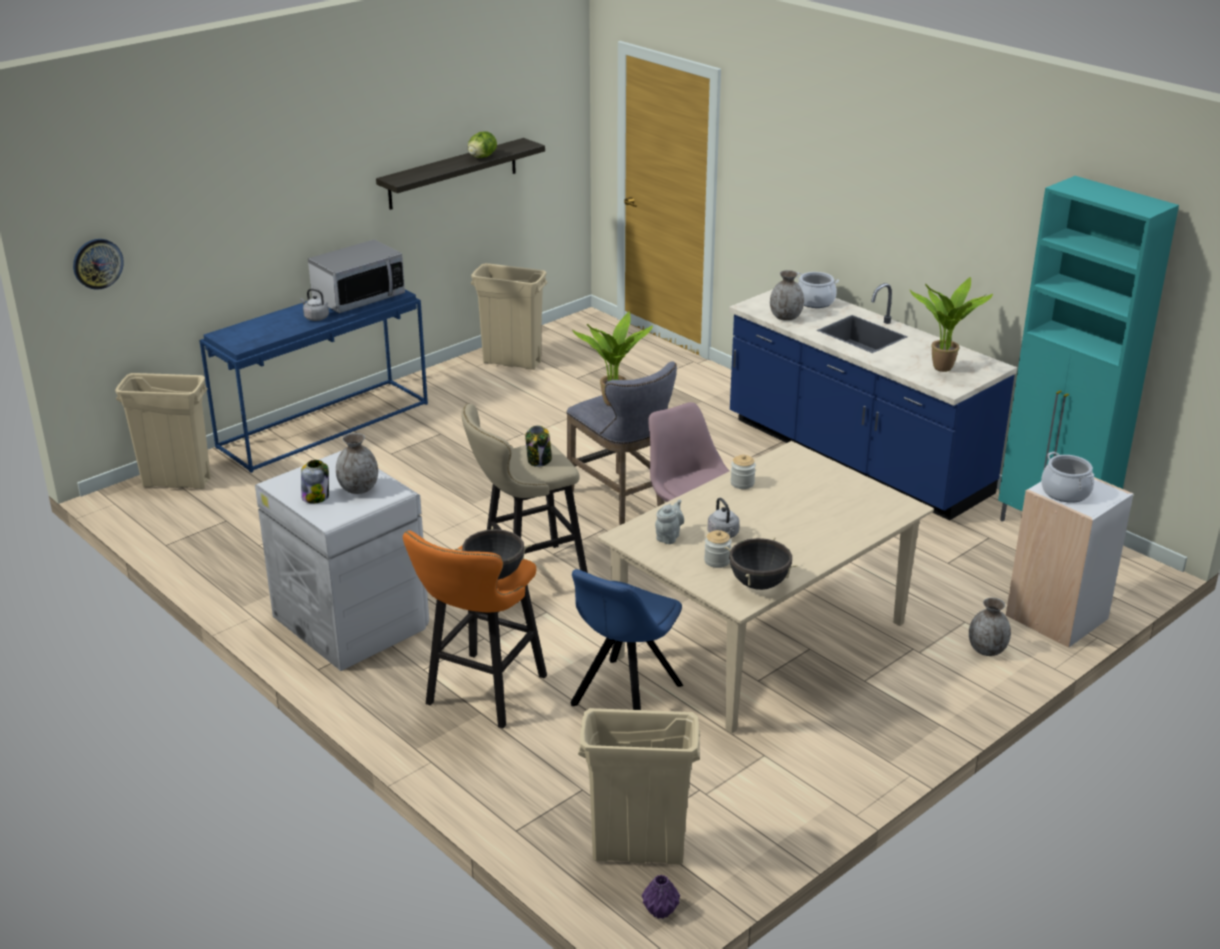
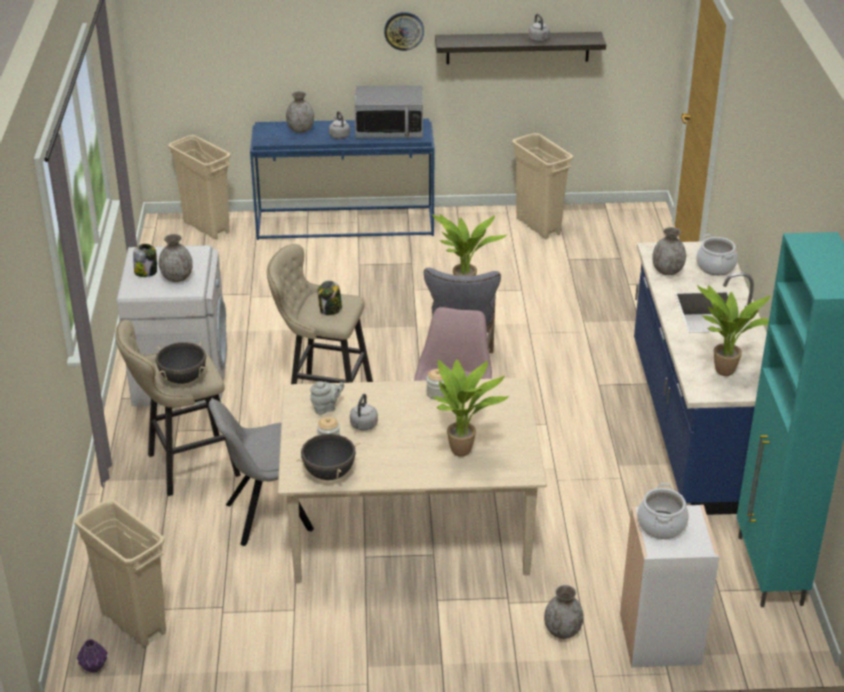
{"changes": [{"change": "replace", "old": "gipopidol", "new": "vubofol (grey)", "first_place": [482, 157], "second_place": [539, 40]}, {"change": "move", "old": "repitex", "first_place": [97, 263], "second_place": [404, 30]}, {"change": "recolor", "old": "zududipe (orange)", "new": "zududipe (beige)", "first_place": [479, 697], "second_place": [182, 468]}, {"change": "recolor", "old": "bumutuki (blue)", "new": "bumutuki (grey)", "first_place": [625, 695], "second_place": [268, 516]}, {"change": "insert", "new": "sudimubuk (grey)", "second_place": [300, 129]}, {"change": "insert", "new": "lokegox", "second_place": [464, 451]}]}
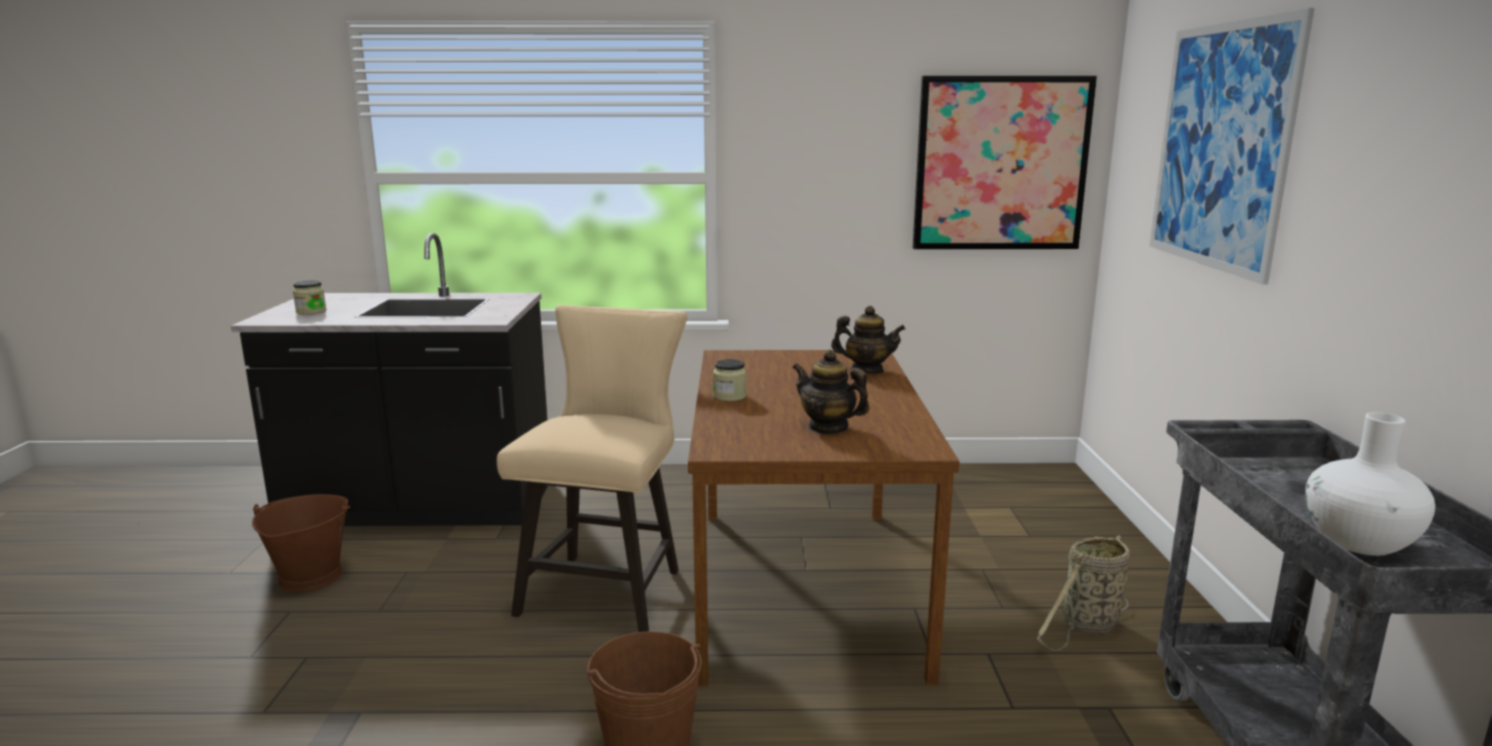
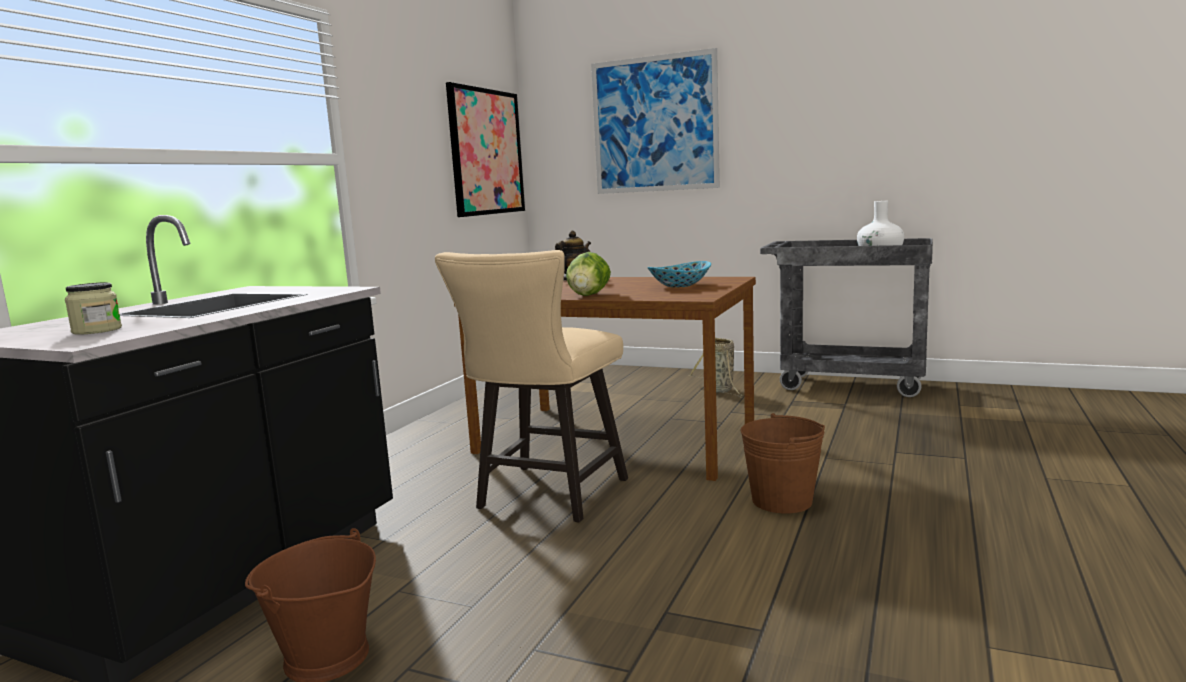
{"changes": [{"change": "rotate", "old": "bumutuki (beige)", "first_place": [607, 587], "second_place": [546, 497], "degrees": -105}, {"change": "replace", "old": "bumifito", "new": "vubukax", "first_place": [828, 428], "second_place": [680, 286]}, {"change": "replace", "old": "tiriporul", "new": "gipopidol", "first_place": [729, 396], "second_place": [588, 295]}]}
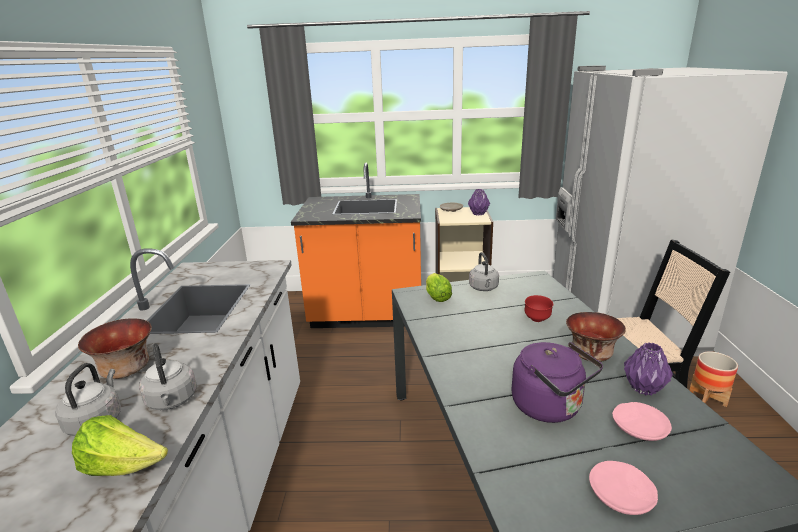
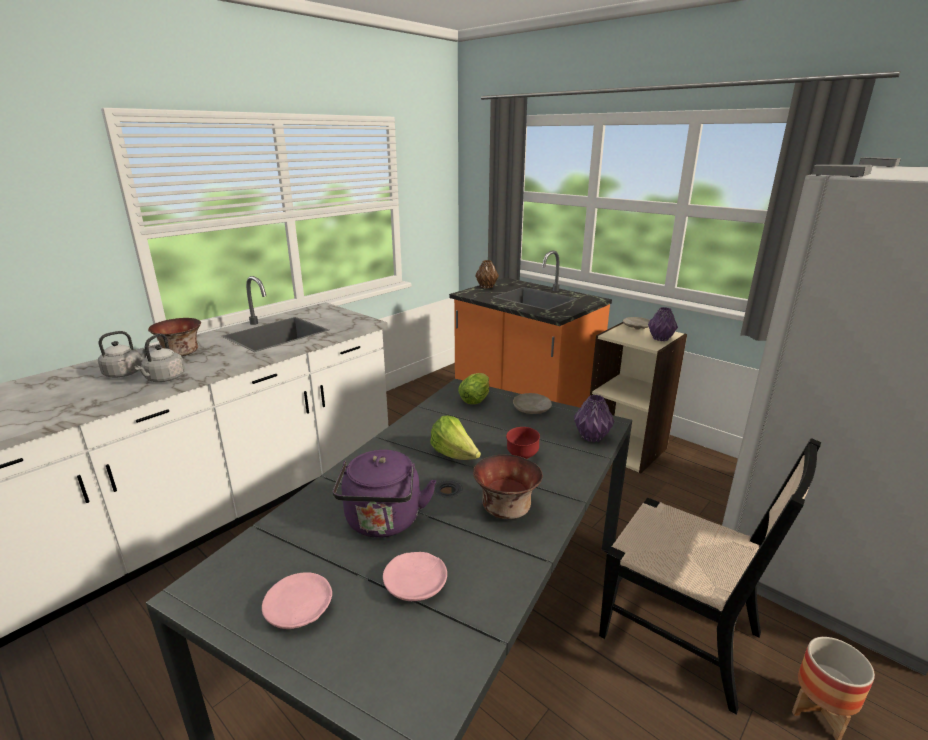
{"changes": [{"change": "replace", "old": "vubofol (grey)", "new": "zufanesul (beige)", "first_place": [484, 288], "second_place": [532, 409]}, {"change": "move", "old": "sudimubuk (purple)", "first_place": [644, 388], "second_place": [592, 437]}, {"change": "move", "old": "gipopidol", "first_place": [124, 467], "second_place": [455, 455]}, {"change": "insert", "new": "sudimubuk (brown)", "second_place": [487, 287]}]}
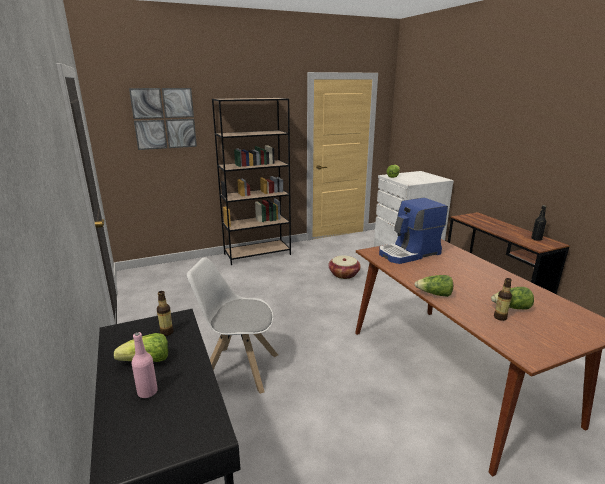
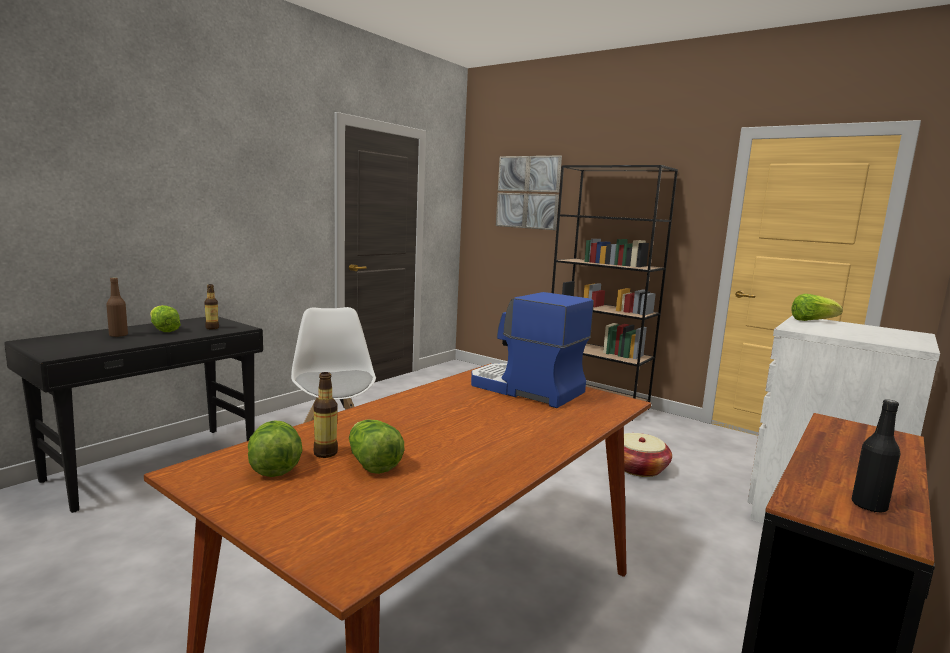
{"changes": [{"change": "move", "old": "gipopidol", "first_place": [434, 294], "second_place": [274, 465]}, {"change": "recolor", "old": "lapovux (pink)", "new": "lapovux (brown)", "first_place": [147, 392], "second_place": [118, 335]}]}
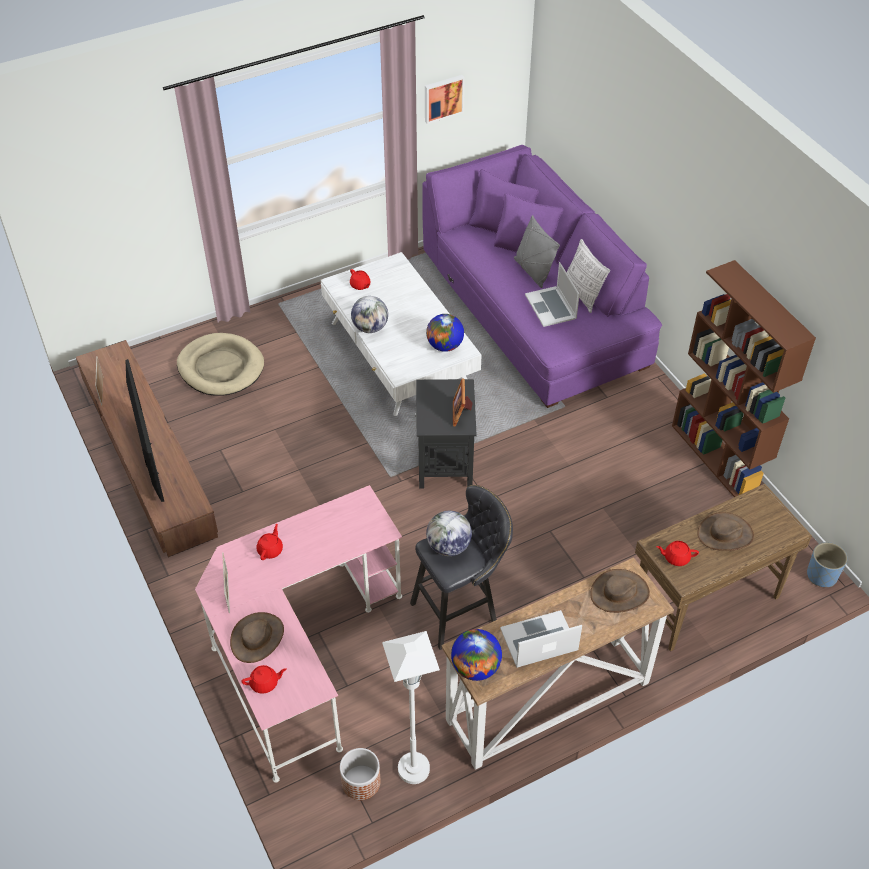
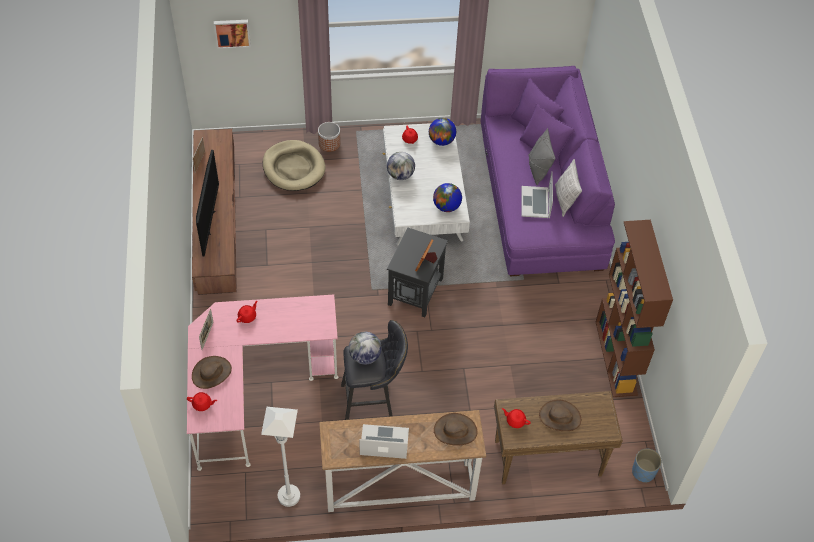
{"changes": [{"change": "move", "old": "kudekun", "first_place": [443, 98], "second_place": [232, 33]}, {"change": "move", "old": "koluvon", "first_place": [475, 667], "second_place": [441, 141]}, {"change": "move", "old": "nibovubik", "first_place": [361, 782], "second_place": [329, 143]}]}
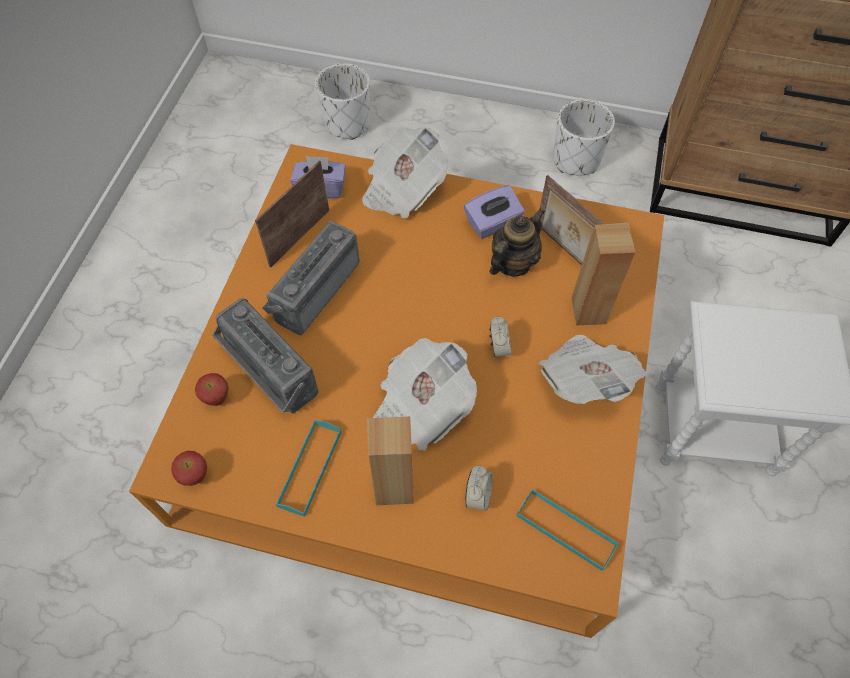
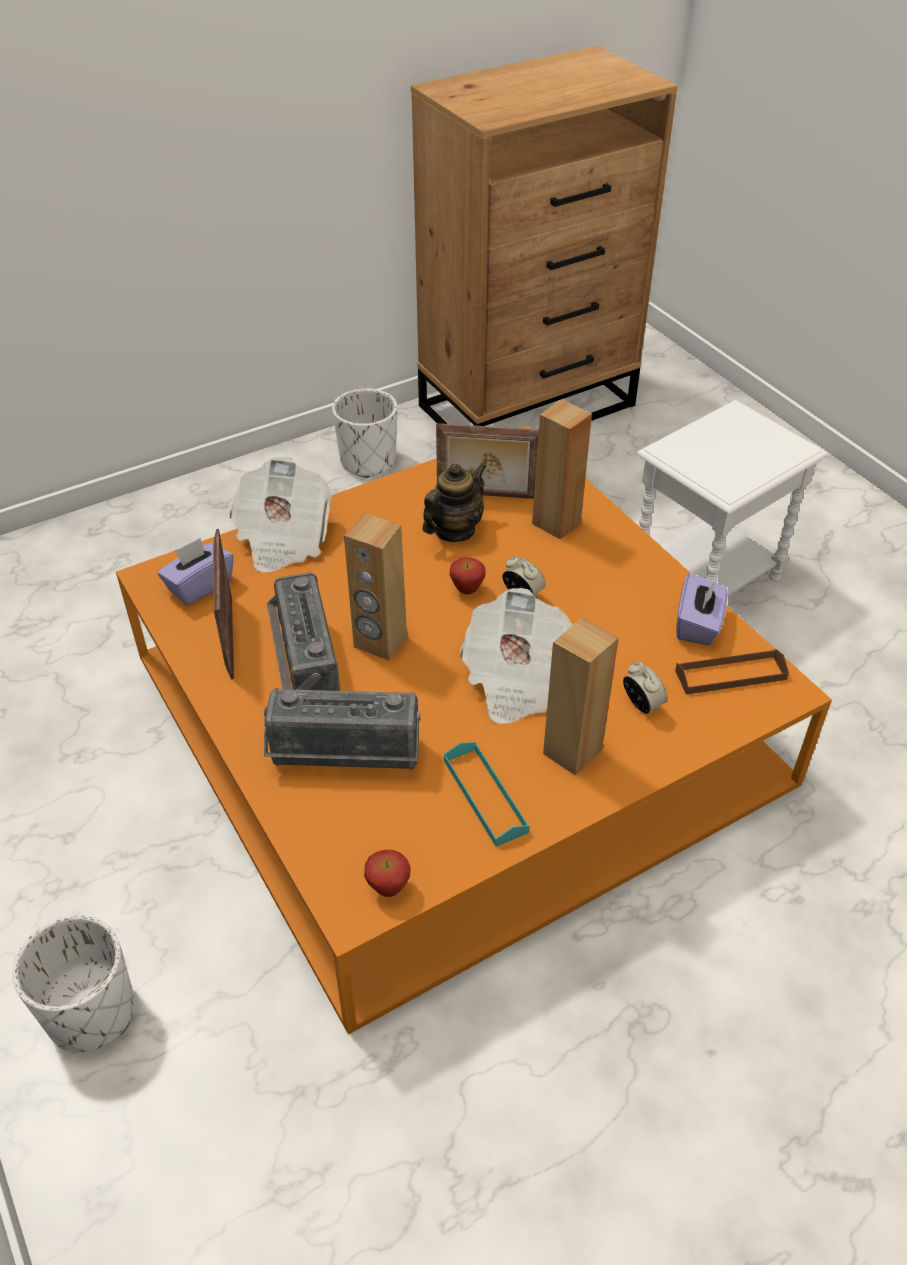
{"changes": [{"change": "move", "old": "nibovubik (white)", "first_place": [347, 124], "second_place": [91, 1012]}, {"change": "move", "old": "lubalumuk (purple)", "first_place": [492, 223], "second_place": [698, 625]}, {"change": "rotate", "old": "bumifito", "first_place": [512, 263], "second_place": [454, 530], "degrees": 45}, {"change": "delete", "old": "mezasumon", "first_place": [585, 379]}, {"change": "move", "old": "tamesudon", "first_place": [217, 399], "second_place": [467, 590]}, {"change": "recolor", "old": "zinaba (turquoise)", "new": "zinaba (brown)", "first_place": [565, 530], "second_place": [730, 675]}, {"change": "insert", "new": "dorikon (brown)", "second_place": [380, 642]}]}
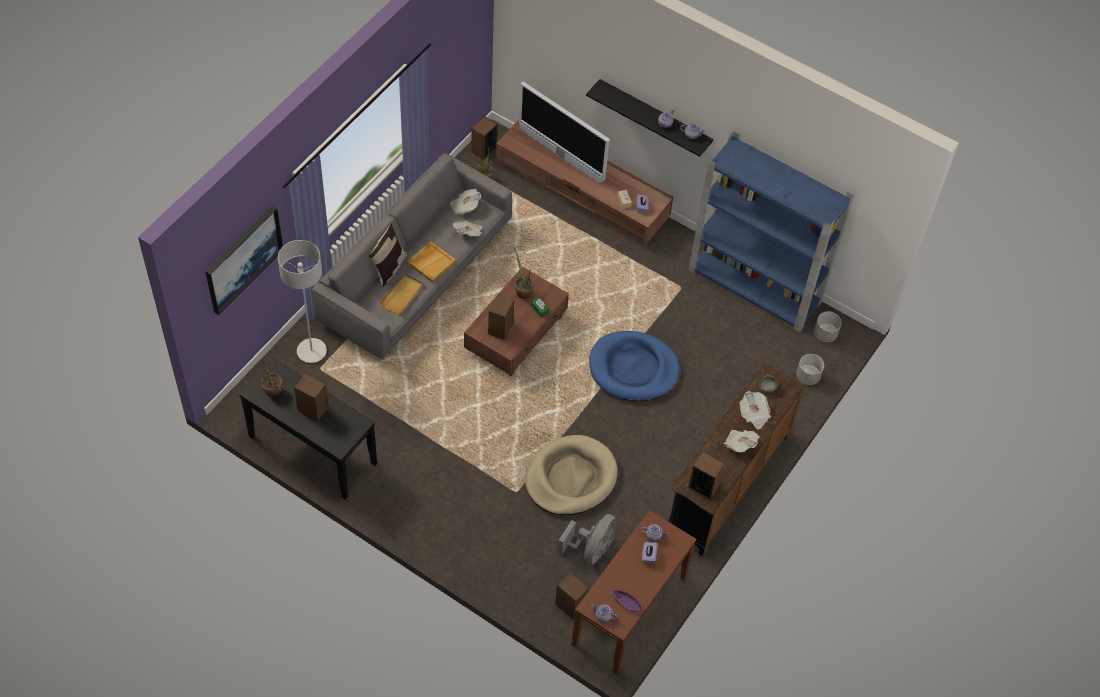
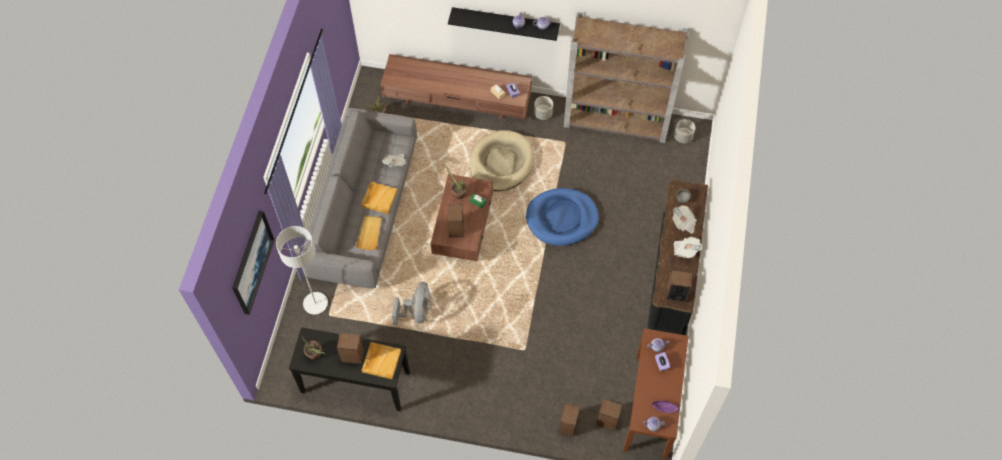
{"changes": [{"change": "delete", "old": "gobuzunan", "first_place": [561, 156]}, {"change": "move", "old": "dorikon", "first_place": [483, 150], "second_place": [568, 426]}, {"change": "recolor", "old": "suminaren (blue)", "new": "suminaren (brown)", "first_place": [754, 286], "second_place": [616, 121]}, {"change": "delete", "old": "mezasumon", "first_place": [465, 206]}, {"change": "delete", "old": "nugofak", "first_place": [388, 268]}, {"change": "move", "old": "nibovubik (grey)", "first_place": [808, 376], "second_place": [543, 113]}, {"change": "move", "old": "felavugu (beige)", "first_place": [570, 478], "second_place": [501, 163]}, {"change": "move", "old": "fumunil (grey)", "first_place": [591, 549], "second_place": [417, 312]}, {"change": "insert", "new": "zinaba (beige)", "second_place": [381, 361]}]}
